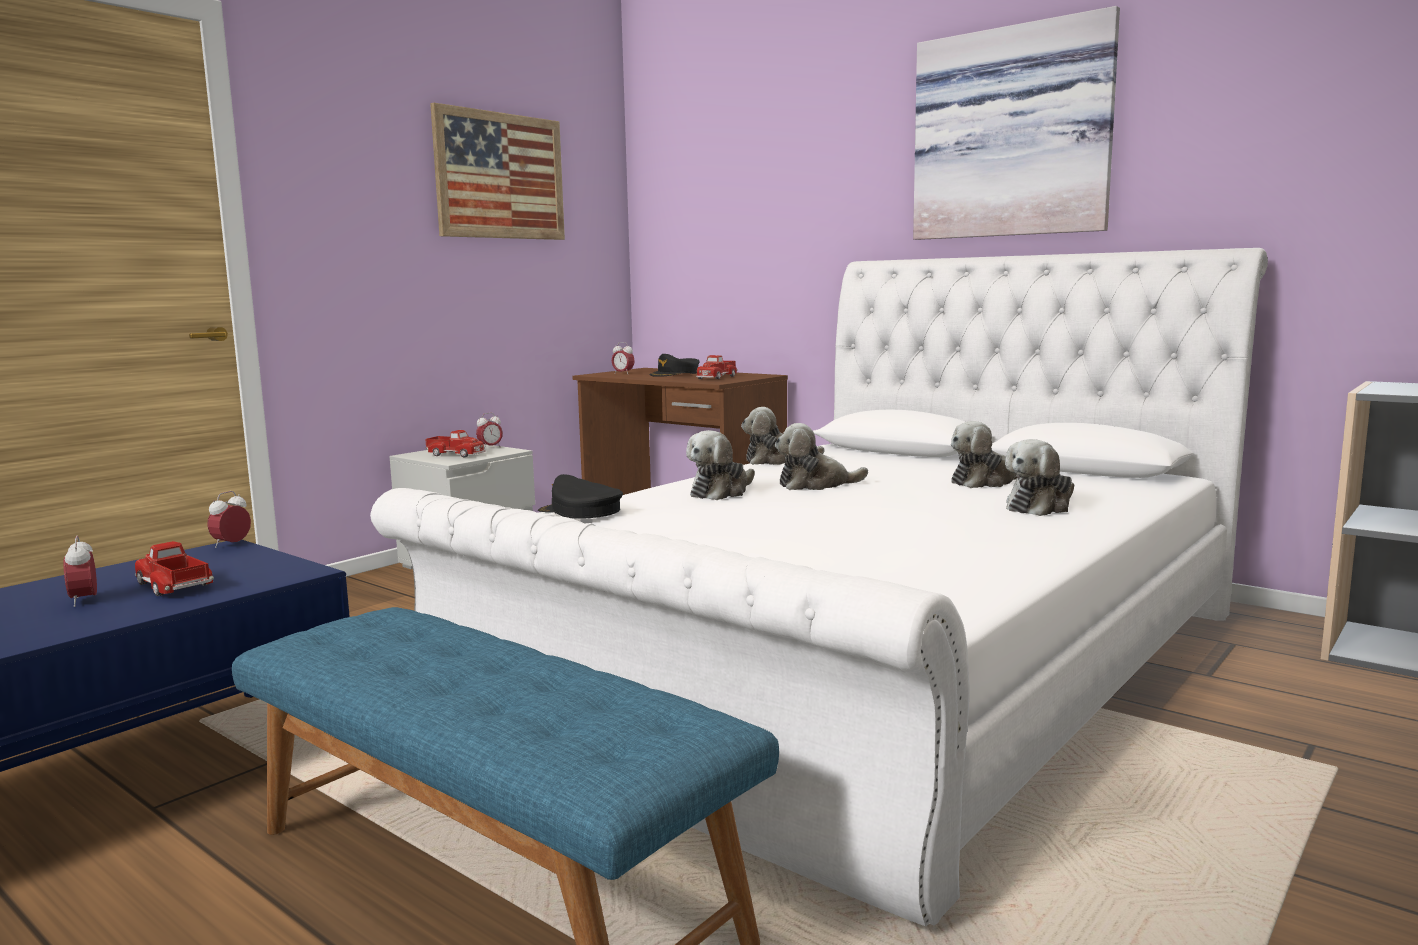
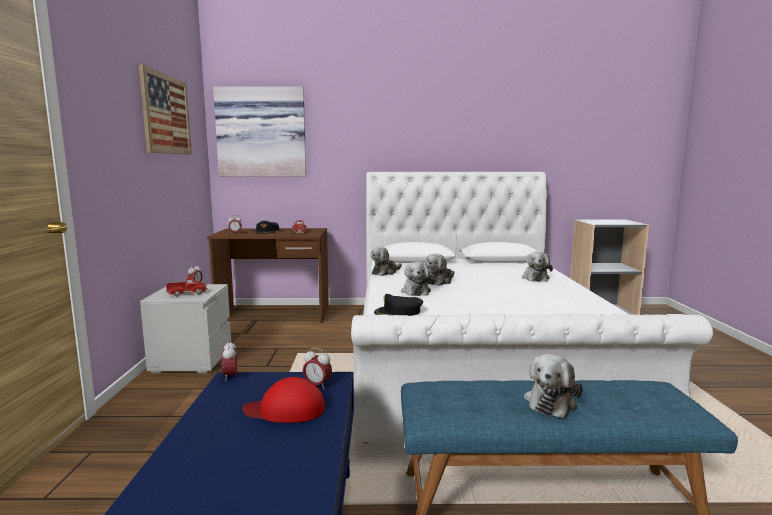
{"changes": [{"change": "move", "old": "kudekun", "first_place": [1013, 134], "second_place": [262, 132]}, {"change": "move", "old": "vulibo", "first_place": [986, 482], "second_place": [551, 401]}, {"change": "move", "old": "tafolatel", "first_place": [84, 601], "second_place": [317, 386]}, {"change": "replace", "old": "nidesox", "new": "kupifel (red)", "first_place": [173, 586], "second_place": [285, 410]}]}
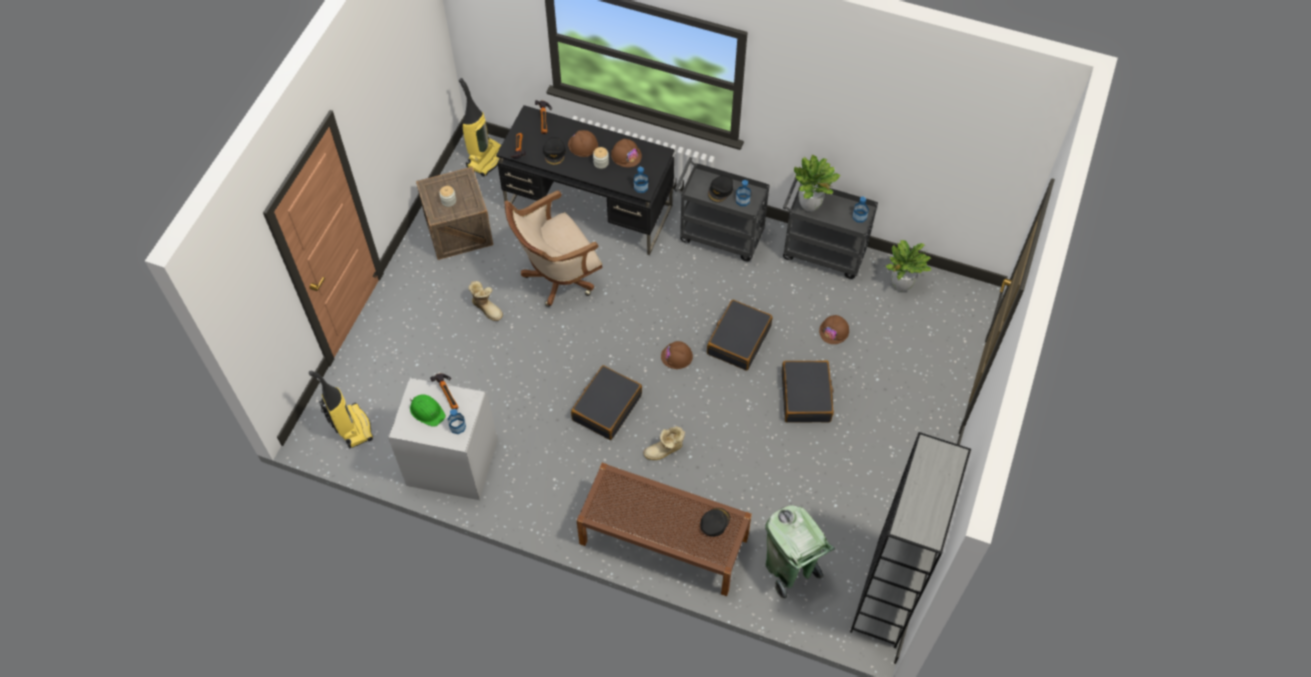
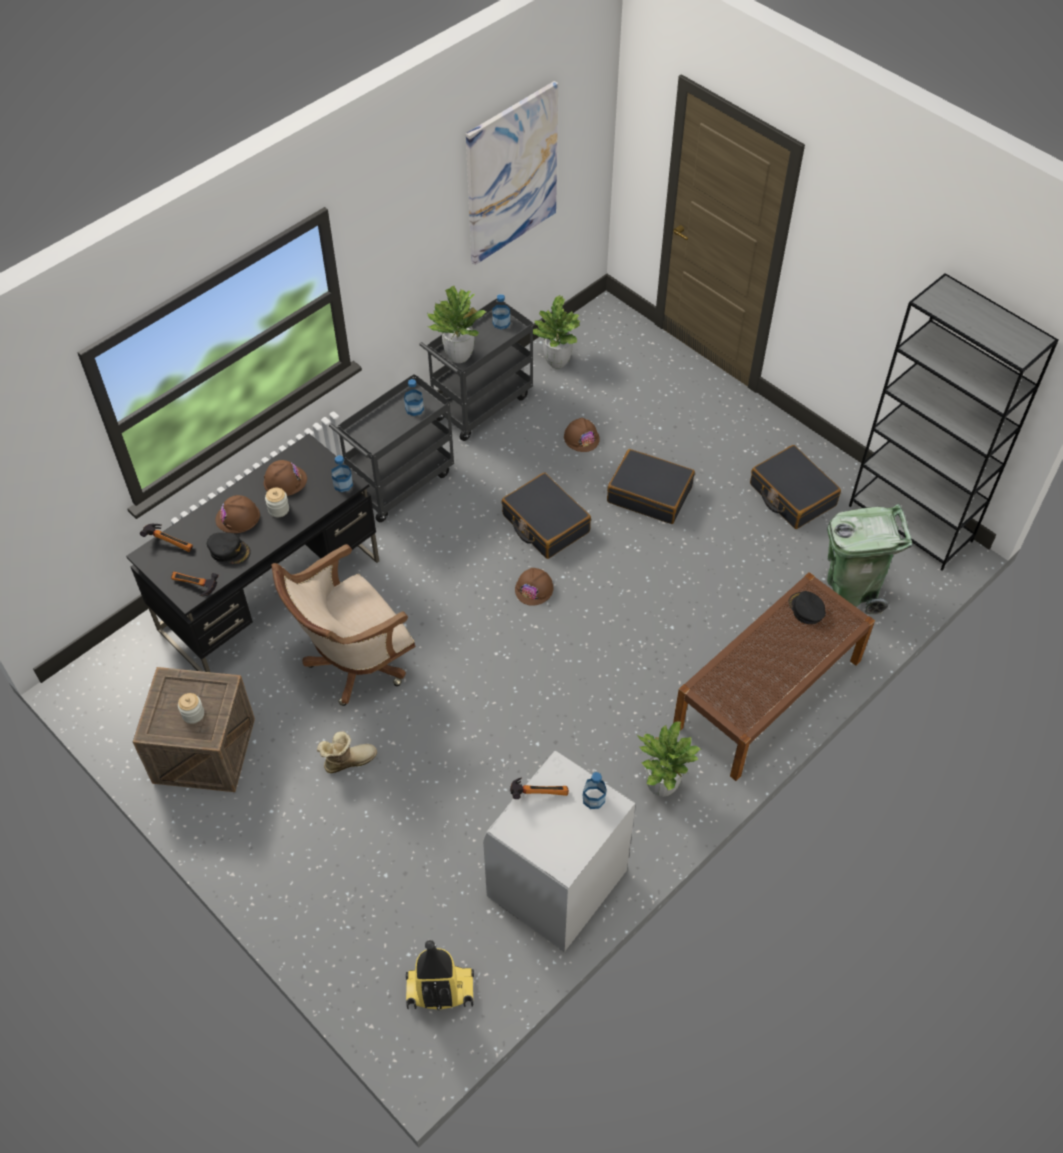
{"changes": [{"change": "delete", "old": "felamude", "first_place": [485, 158]}, {"change": "delete", "old": "kupifel (black)", "first_place": [720, 190]}, {"change": "rotate", "old": "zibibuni", "first_place": [557, 280], "second_place": [354, 667], "degrees": 60}, {"change": "move", "old": "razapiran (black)", "first_place": [606, 407], "second_place": [792, 495]}, {"change": "delete", "old": "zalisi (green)", "first_place": [427, 411]}, {"change": "delete", "old": "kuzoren", "first_place": [665, 451]}, {"change": "insert", "new": "kudekun", "second_place": [511, 174]}, {"change": "insert", "new": "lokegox", "second_place": [661, 786]}]}
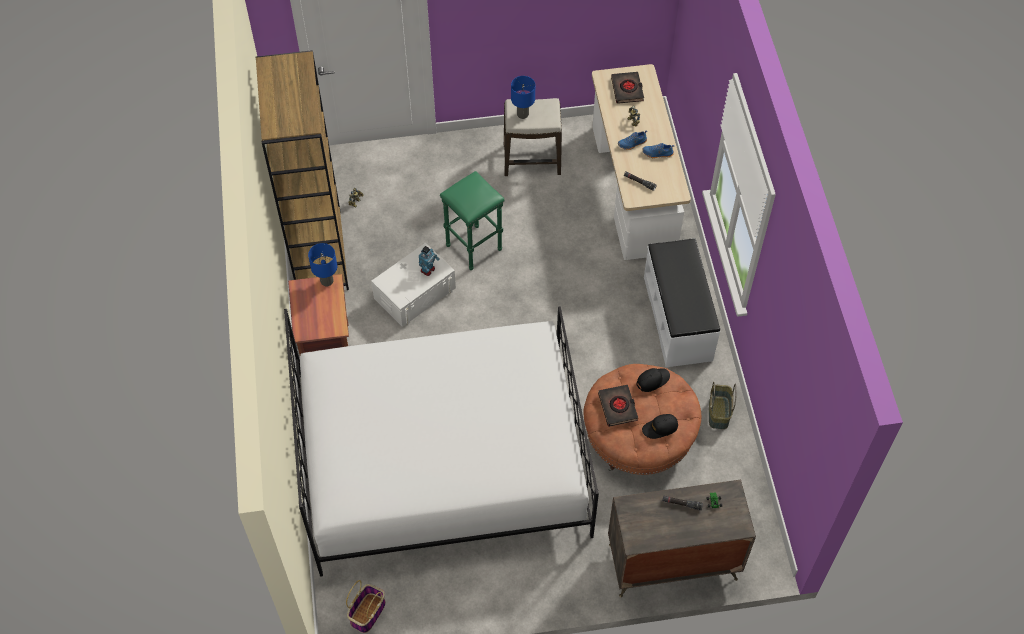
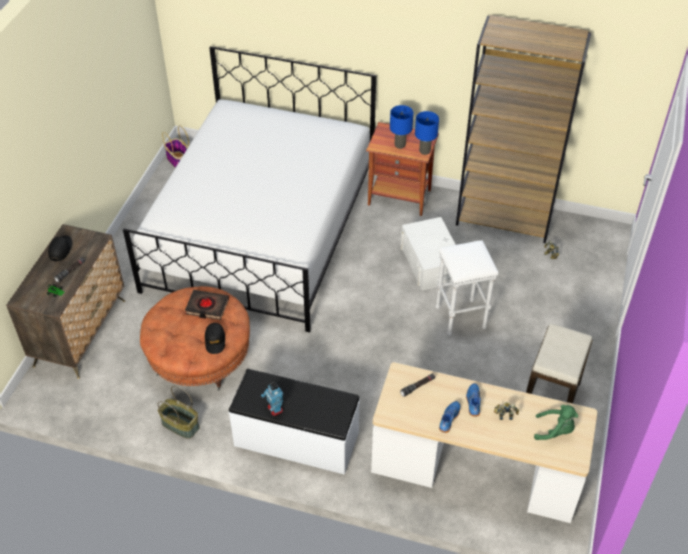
{"changes": [{"change": "replace", "old": "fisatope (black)", "new": "vulibo (green)", "first_place": [627, 89], "second_place": [555, 431]}, {"change": "move", "old": "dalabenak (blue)", "first_place": [523, 115], "second_place": [399, 145]}, {"change": "recolor", "old": "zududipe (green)", "new": "zududipe (white)", "first_place": [473, 248], "second_place": [459, 317]}, {"change": "move", "old": "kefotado", "first_place": [428, 270], "second_place": [274, 409]}, {"change": "move", "old": "kupifel (black)", "first_place": [660, 428], "second_place": [61, 249]}]}
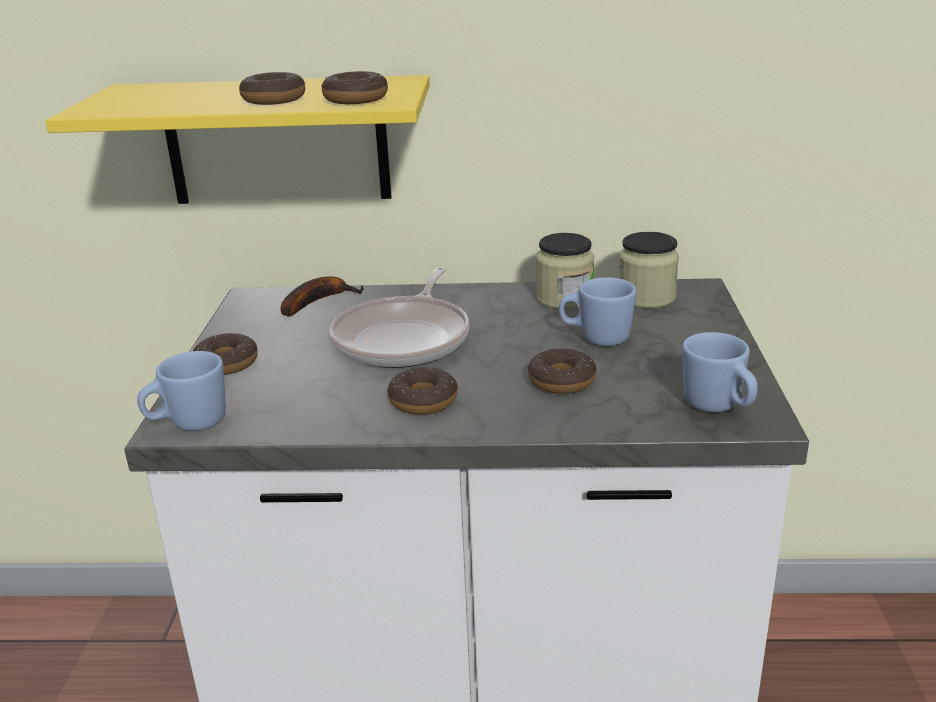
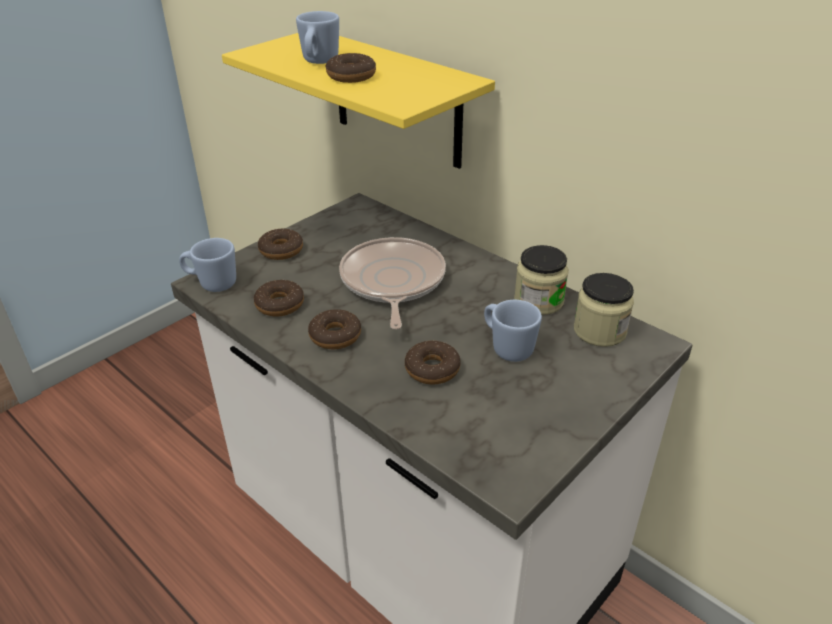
{"changes": [{"change": "move", "old": "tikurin", "first_place": [355, 99], "second_place": [280, 304]}, {"change": "rotate", "old": "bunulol", "first_place": [405, 339], "second_place": [392, 282], "degrees": 120}, {"change": "delete", "old": "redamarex", "first_place": [317, 302]}, {"change": "move", "old": "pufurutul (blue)", "first_place": [718, 407], "second_place": [319, 62]}]}
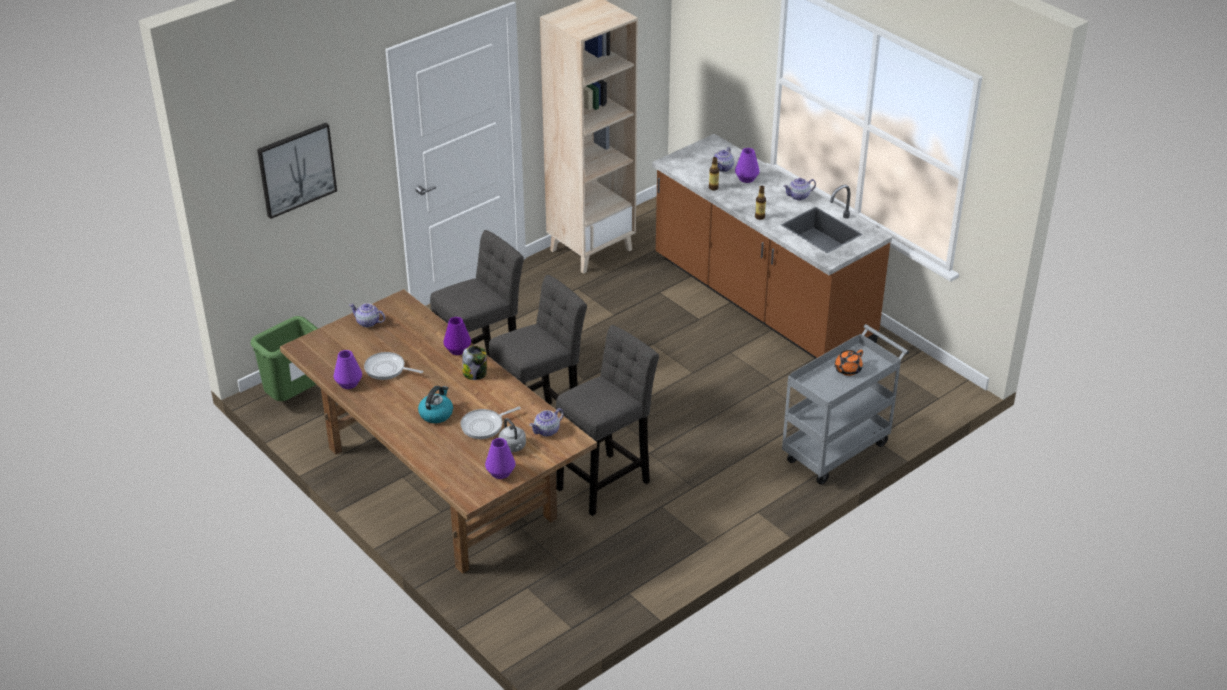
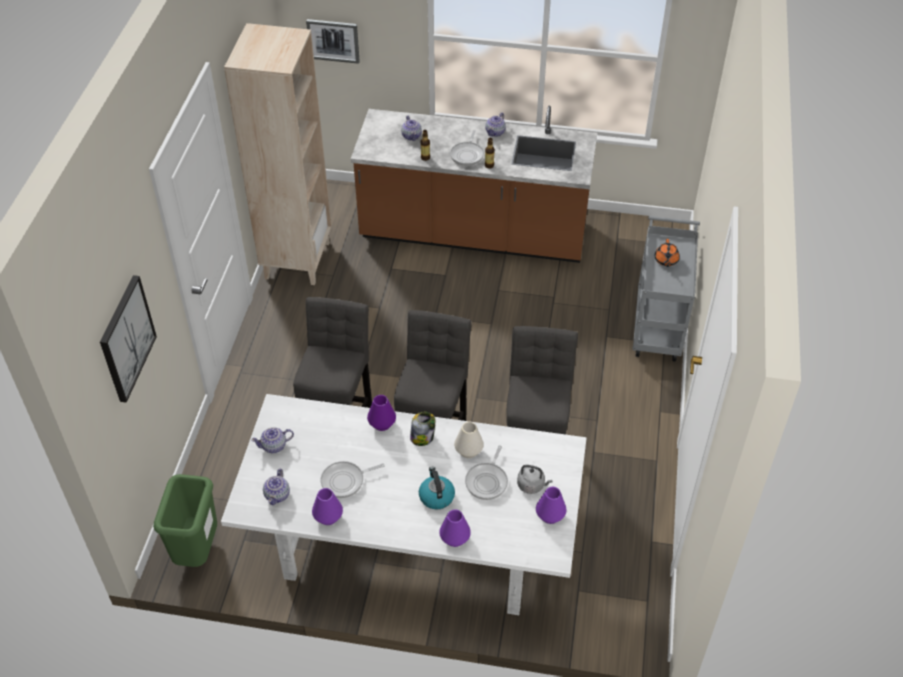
{"changes": [{"change": "move", "old": "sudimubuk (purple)", "first_place": [746, 178], "second_place": [455, 538]}, {"change": "recolor", "old": "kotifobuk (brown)", "new": "kotifobuk (white)", "first_place": [442, 484], "second_place": [413, 546]}, {"change": "move", "old": "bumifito", "first_place": [547, 430], "second_place": [277, 495]}, {"change": "insert", "new": "kudekun", "second_place": [333, 40]}, {"change": "insert", "new": "bunulol", "second_place": [467, 154]}, {"change": "insert", "new": "sudimubuk (white)", "second_place": [468, 451]}]}
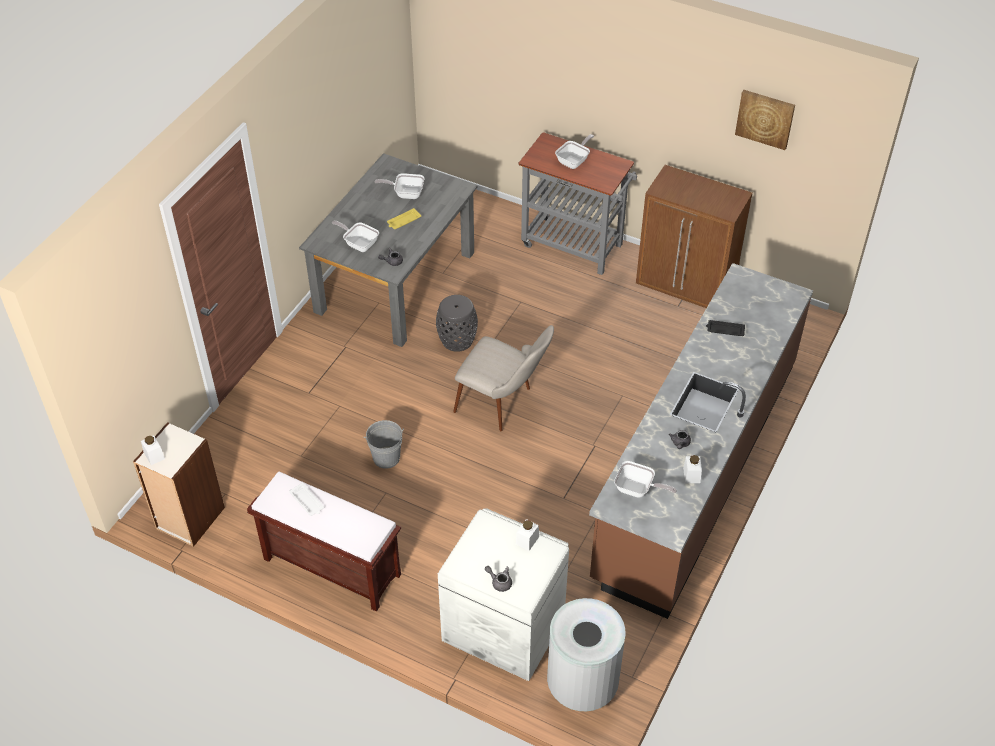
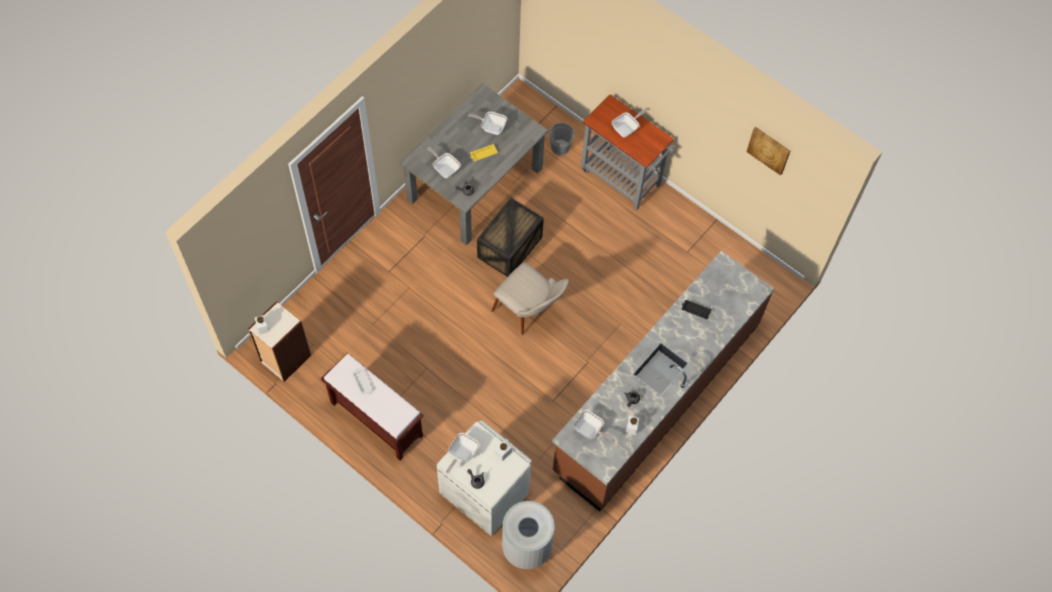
{"changes": [{"change": "delete", "old": "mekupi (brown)", "first_place": [686, 283]}, {"change": "replace", "old": "zududipe (grey)", "new": "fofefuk", "first_place": [457, 340], "second_place": [509, 248]}, {"change": "move", "old": "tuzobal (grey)", "first_place": [386, 457], "second_place": [560, 147]}, {"change": "insert", "new": "bunulol", "second_place": [462, 454]}]}
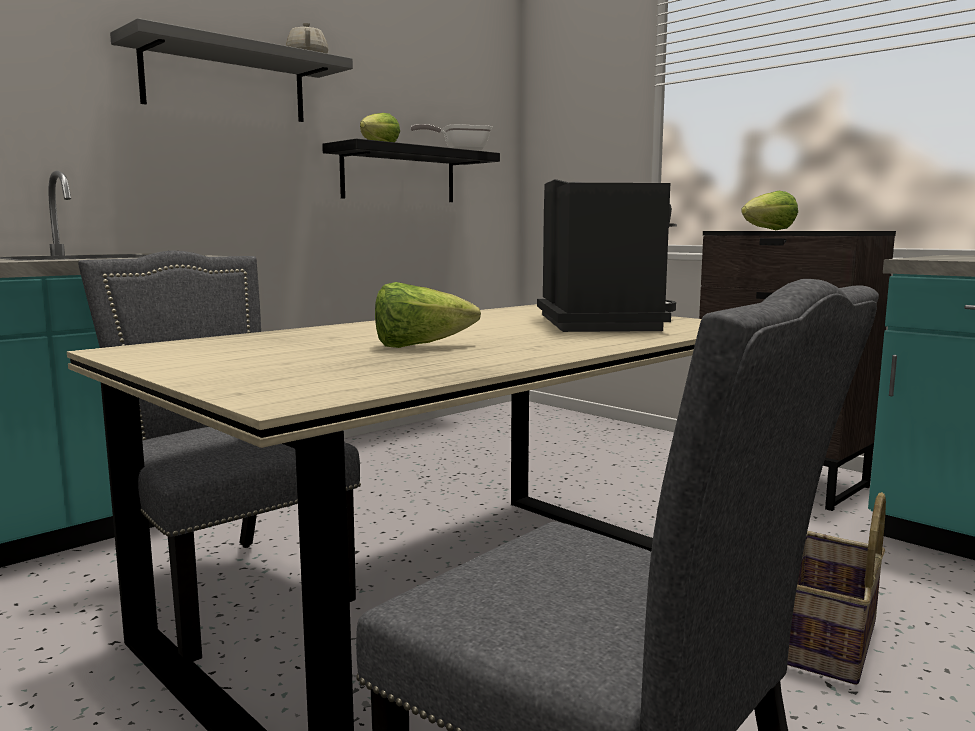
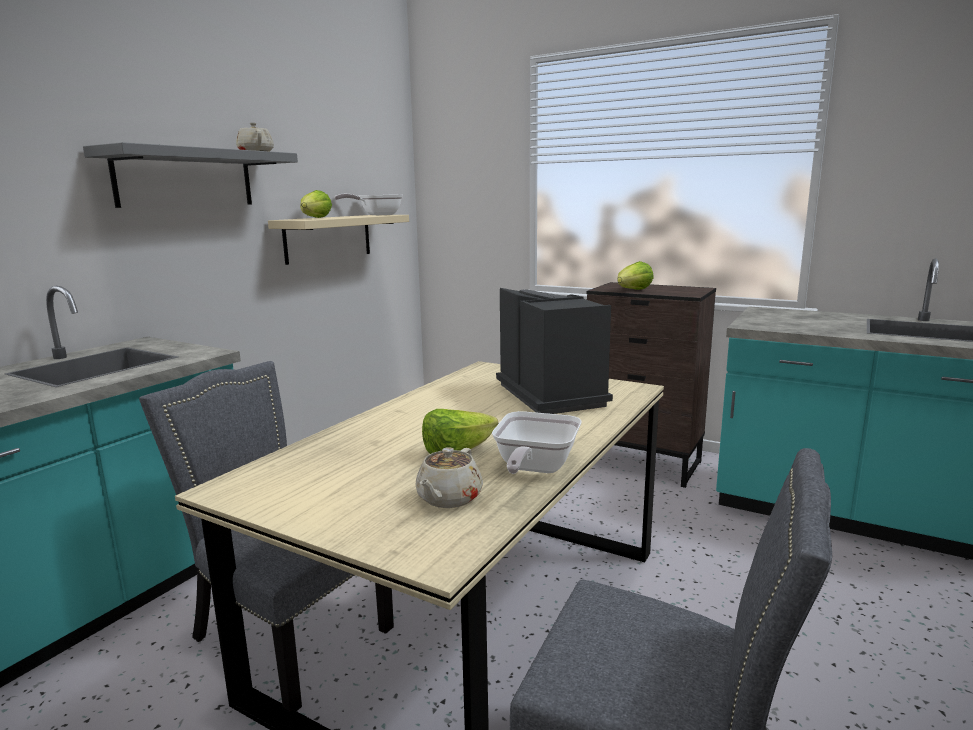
{"changes": [{"change": "recolor", "old": "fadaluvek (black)", "new": "fadaluvek (beige)", "first_place": [399, 175], "second_place": [328, 238]}, {"change": "delete", "old": "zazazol", "first_place": [823, 639]}, {"change": "insert", "new": "bunulol", "second_place": [534, 468]}, {"change": "insert", "new": "bumifito (beige)", "second_place": [448, 498]}]}
